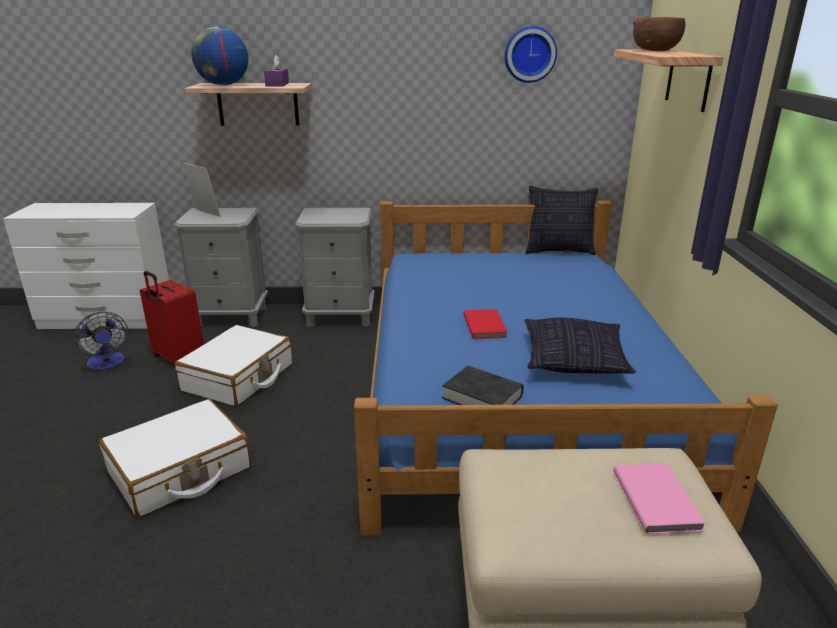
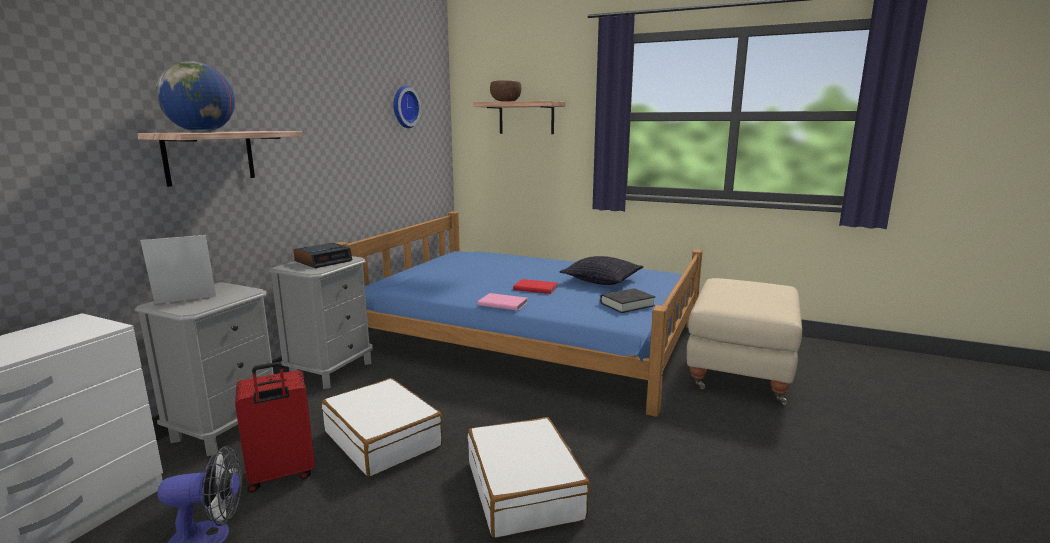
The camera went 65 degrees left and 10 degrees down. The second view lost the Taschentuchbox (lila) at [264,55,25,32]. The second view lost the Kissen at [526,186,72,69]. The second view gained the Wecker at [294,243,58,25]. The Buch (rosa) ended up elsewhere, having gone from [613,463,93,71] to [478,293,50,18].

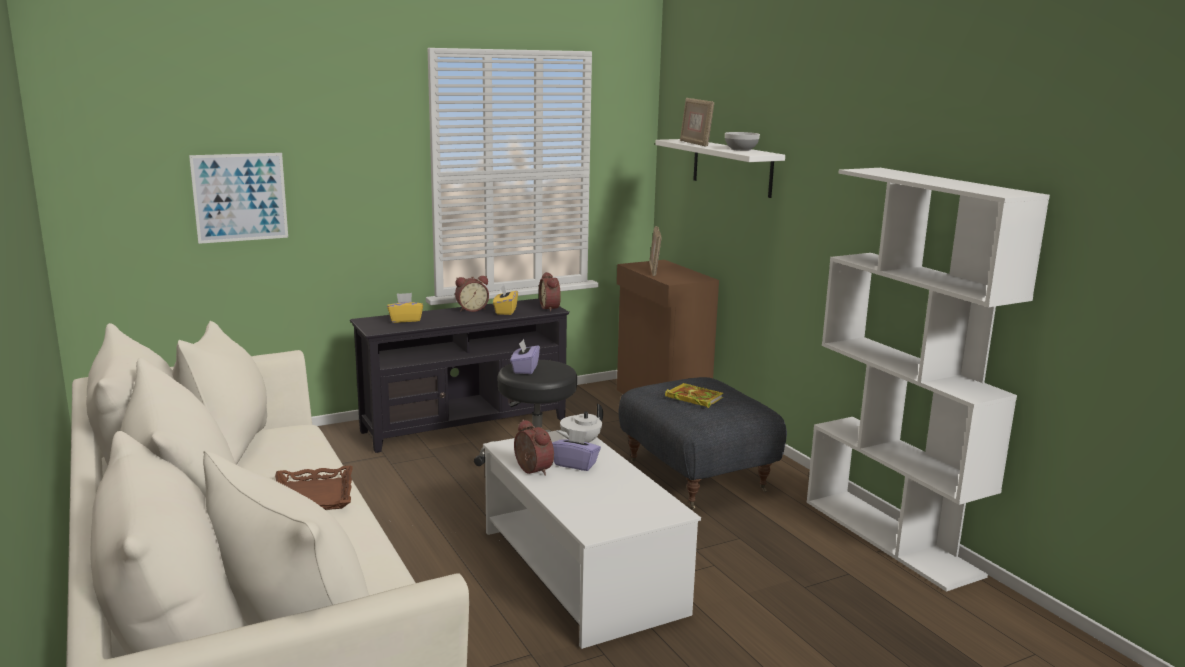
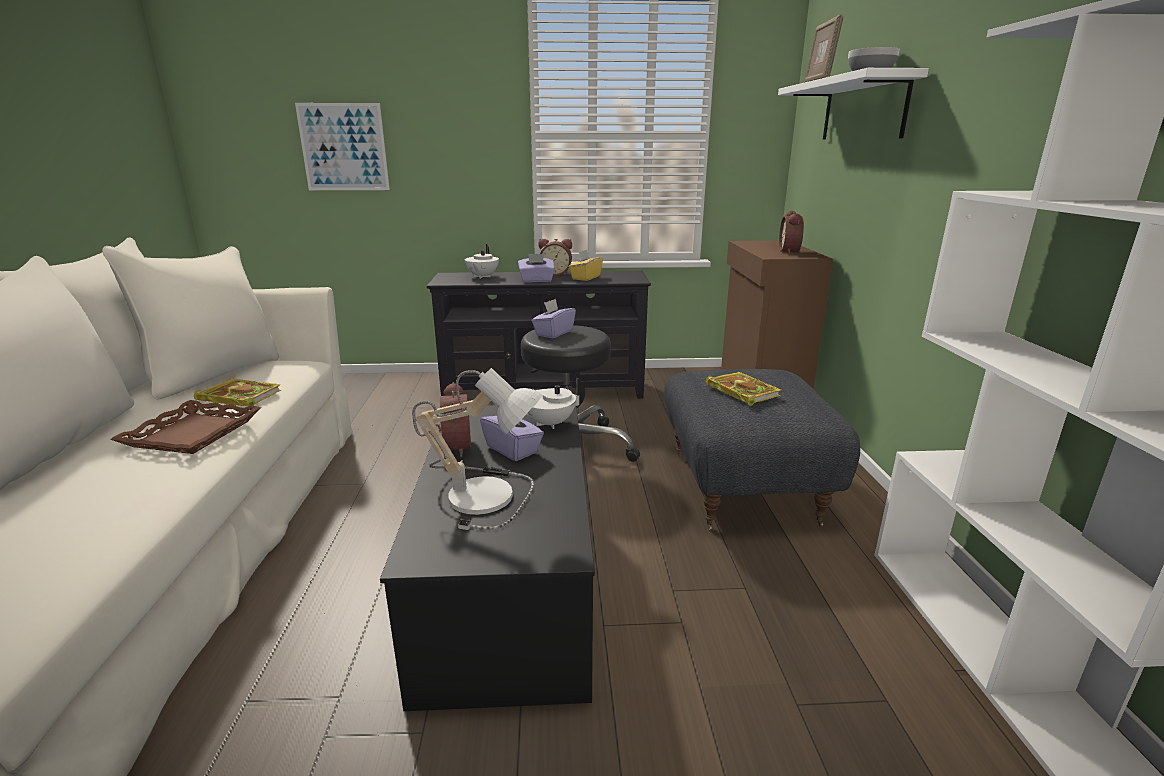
The camera went 25 degrees right and 5 degrees up. The second view lost the Bilderrahmen at [649,226,13,50]. The second view gained the Buch at [194,378,88,29]. The second view gained the Tischlampe at [412,368,131,162]. The second view gained the Taschentuchbox (lila) at [518,254,37,29]. The Wecker ended up elsewhere, having gone from [539,272,22,40] to [779,211,25,43]. Where the Taschentuchbox (gelb) stood at [387,293,36,30], the Teekanne (weiß) came to stand at [464,244,35,35]. What was the Couchtisch (weiß) at [483,430,218,219] turned into the Couchtisch (schwarz) at [380,405,215,306].

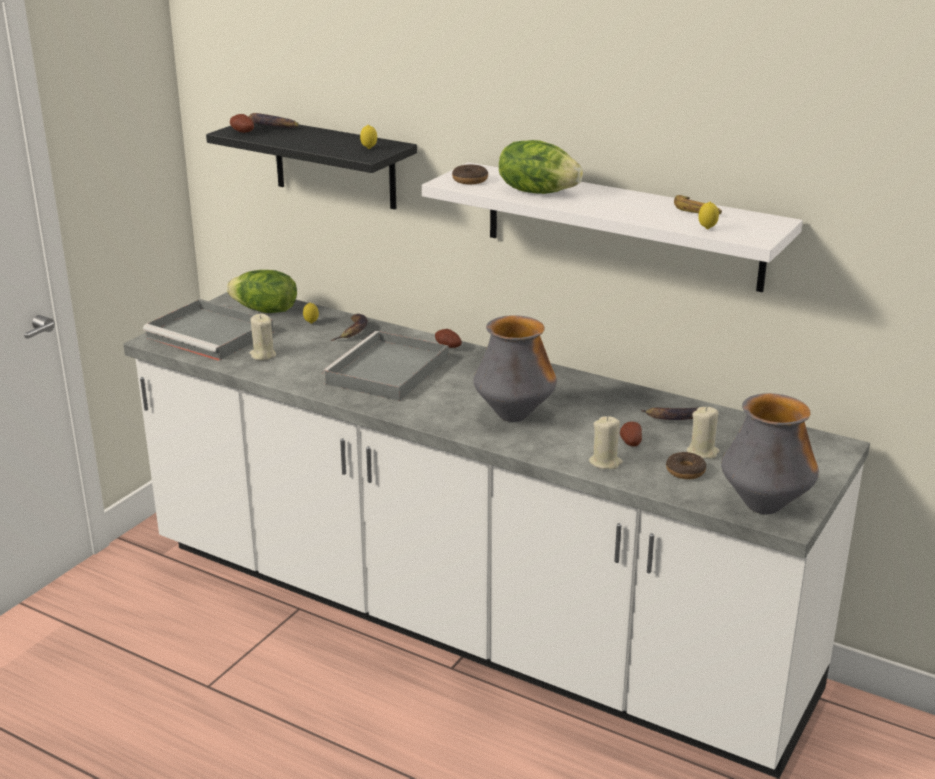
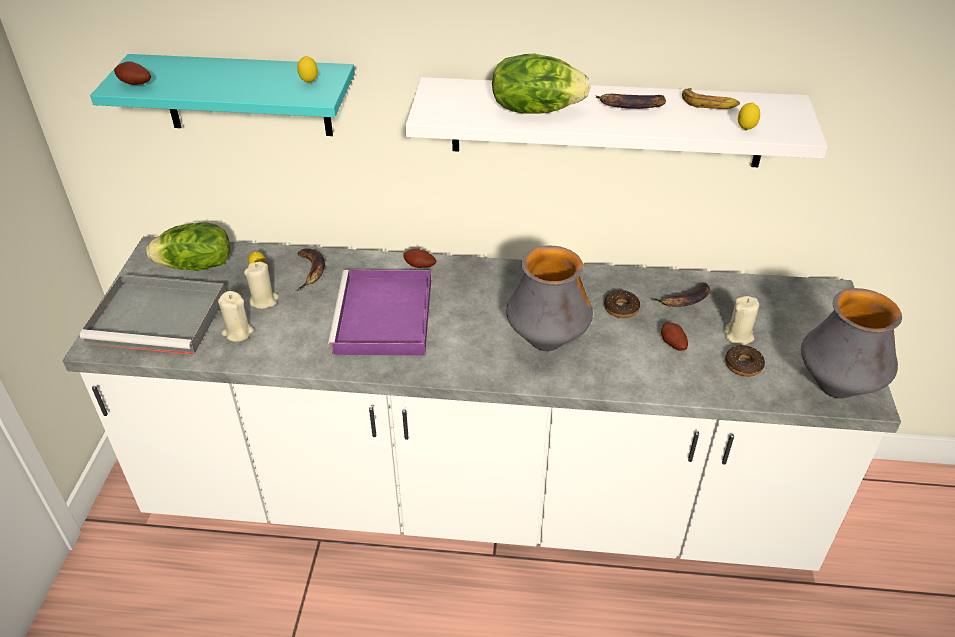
The camera went 25 degrees left and 15 degrees up. The Banane ended up elsewhere, having gone from [249,113,50,15] to [596,94,70,15]. The Donut ended up elsewhere, having gone from [452,164,36,20] to [604,290,36,28]. The Kerze (beige) ended up elsewhere, having gone from [589,416,34,53] to [244,262,35,47]. What was the Wandregal (schwarz) at [206,122,211,87] turned into the Wandregal (türkis) at [90,54,265,82]. What was the Tablett (grau) at [322,331,127,70] turned into the Tablett (lila) at [328,270,103,86].

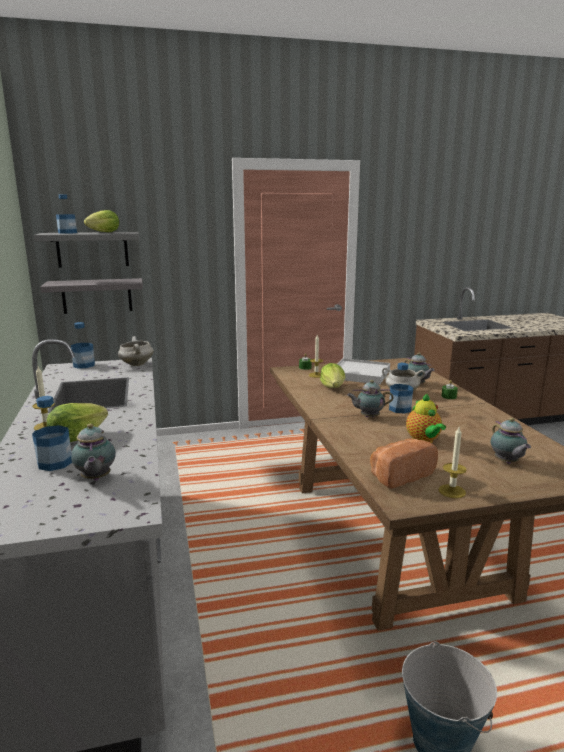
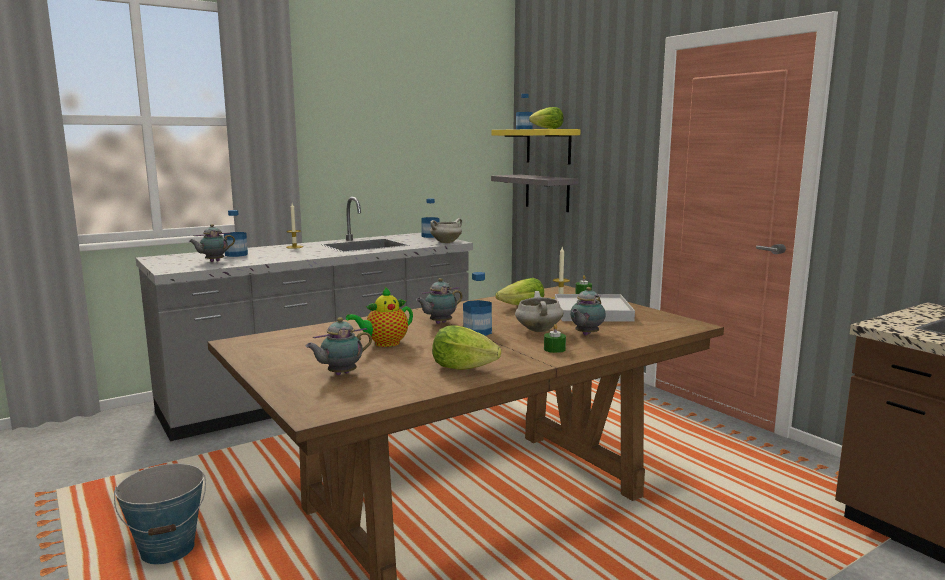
The camera went 70 degrees right and 5 degrees down. The second view lost the Brot at [370,439,68,50]. The second view lost the Kerze at [439,427,28,71]. The Salatkopf ended up elsewhere, having gone from [47,403,61,39] to [432,325,69,45]. What was the Wandregal (grau) at [34,232,105,36] turned into the Wandregal (gelb) at [492,129,88,36]. The Teekanne at [347,380,46,37] ended up facing another way, 105 degrees counterclockwise from before.

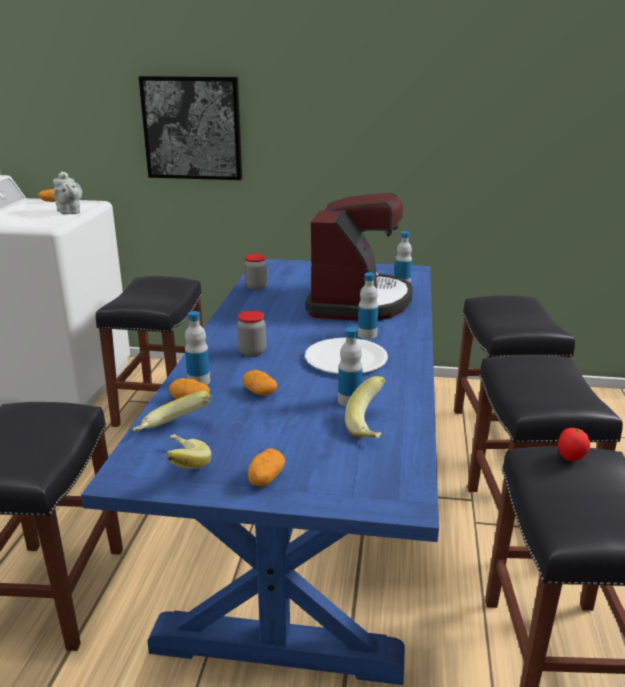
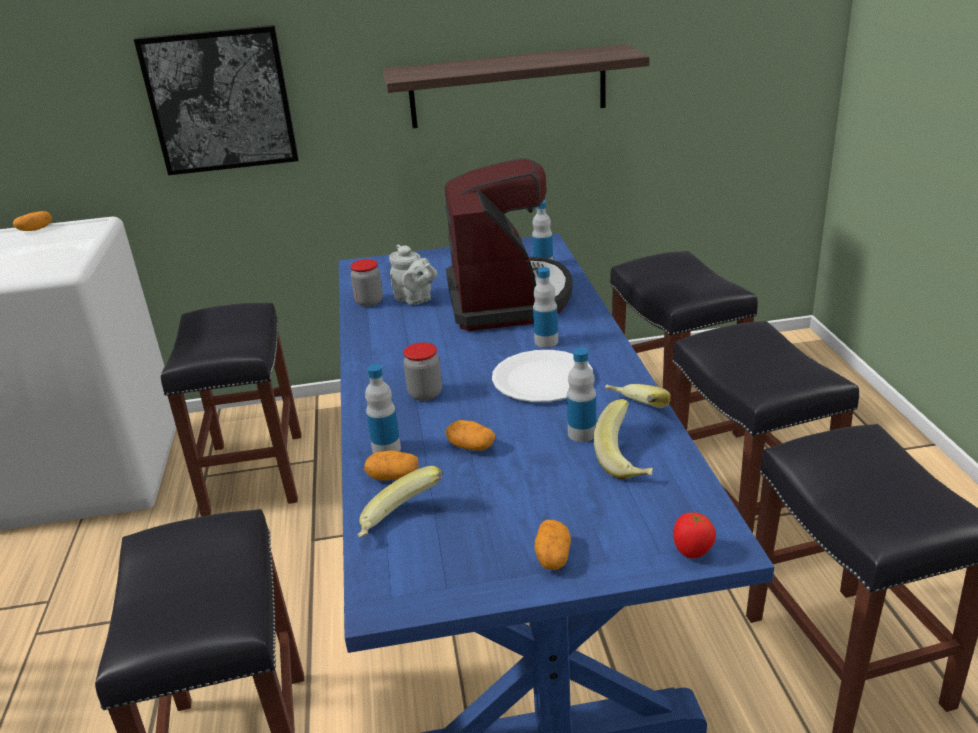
The camera went 15 degrees left and 5 degrees up. The second view gained the Wandregal at [383,44,267,84]. The Teekanne (grau) ended up elsewhere, having gone from [53,171,29,43] to [389,245,48,60]. The Banane ended up elsewhere, having gone from [165,434,47,35] to [605,384,66,24]. The Tomate ended up elsewhere, having gone from [558,428,32,33] to [673,513,43,45].

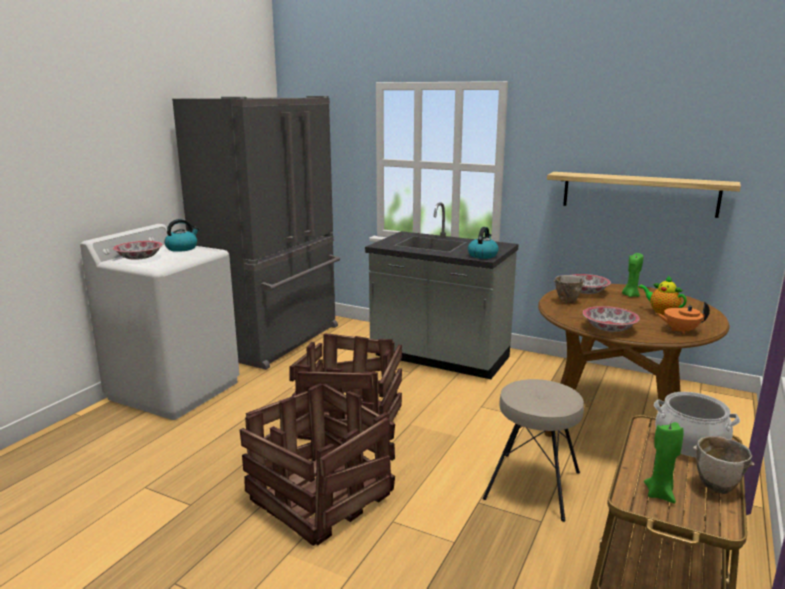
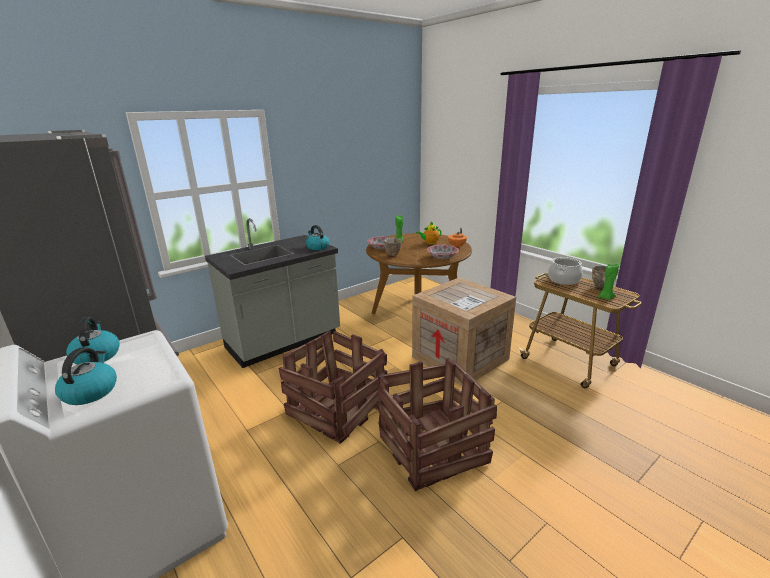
The camera went 65 degrees left and 5 degrees up. The second view lost the Wandregal at [547,172,194,46]. Where the Schüssel stood at [113,241,50,19], the Wasserkessel came to stand at [55,347,62,58]. Where the Hocker (beige) stood at [483,379,101,143], the Kiste came to stand at [412,277,104,109].

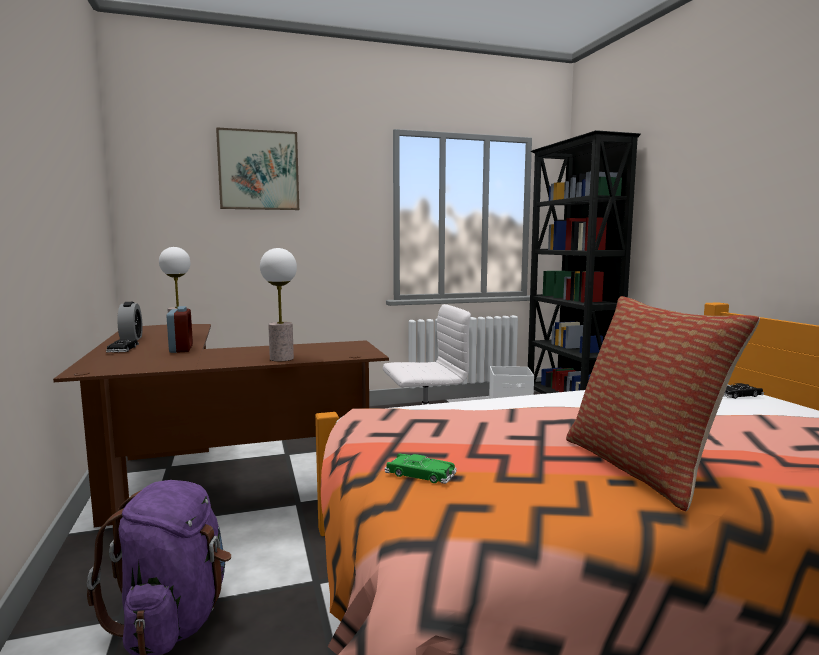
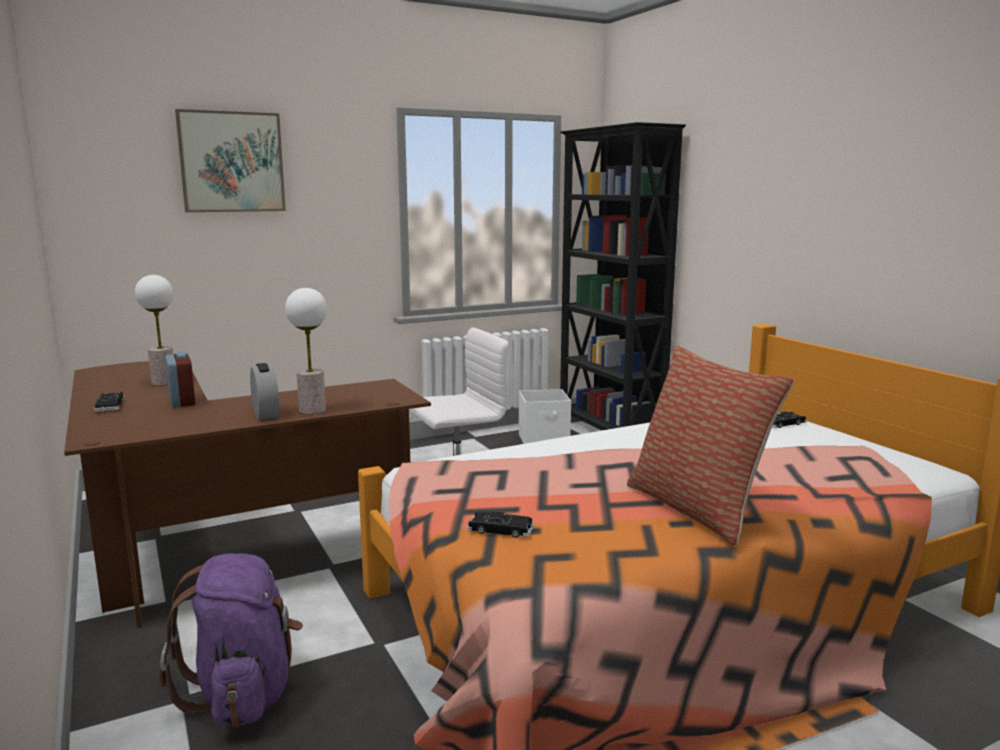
The camera went 10 degrees left and 5 degrees up. The Wecker ended up elsewhere, having gone from [117,302,26,39] to [250,363,29,57]. What was the Spielzeugauto (grün) at [384,453,73,31] turned into the Spielzeugauto (schwarz) at [467,511,67,27].

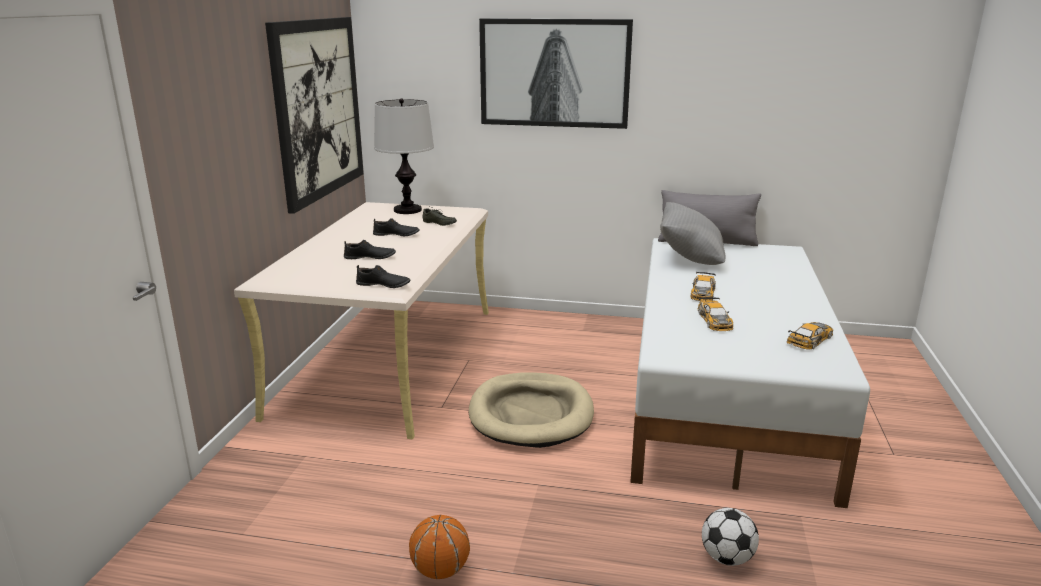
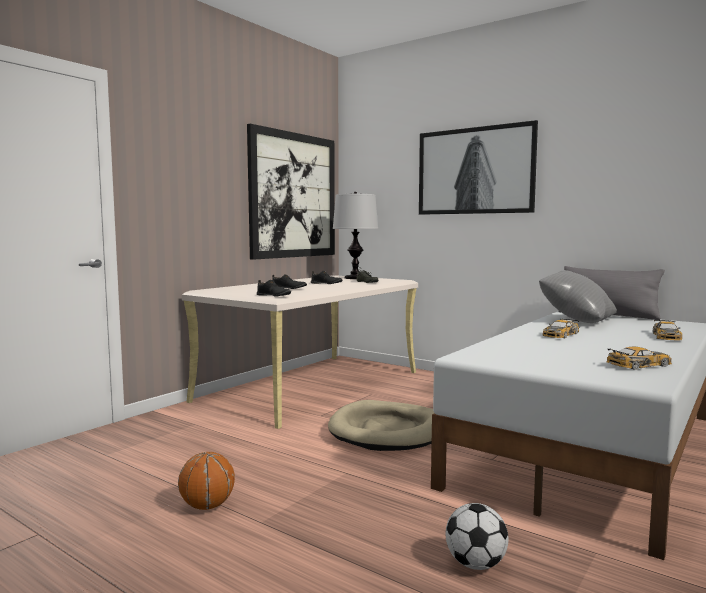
The camera went 25 degrees right and 15 degrees down. The Spielzeugauto ended up elsewhere, having gone from [698,297,35,34] to [653,320,29,20].

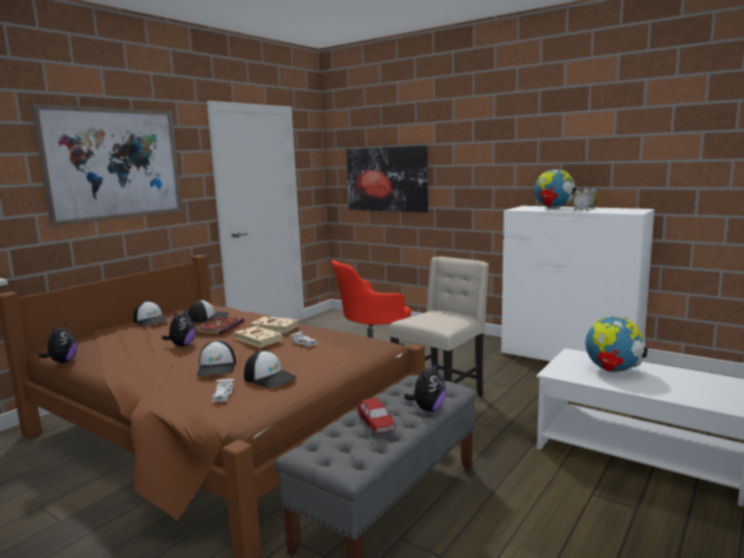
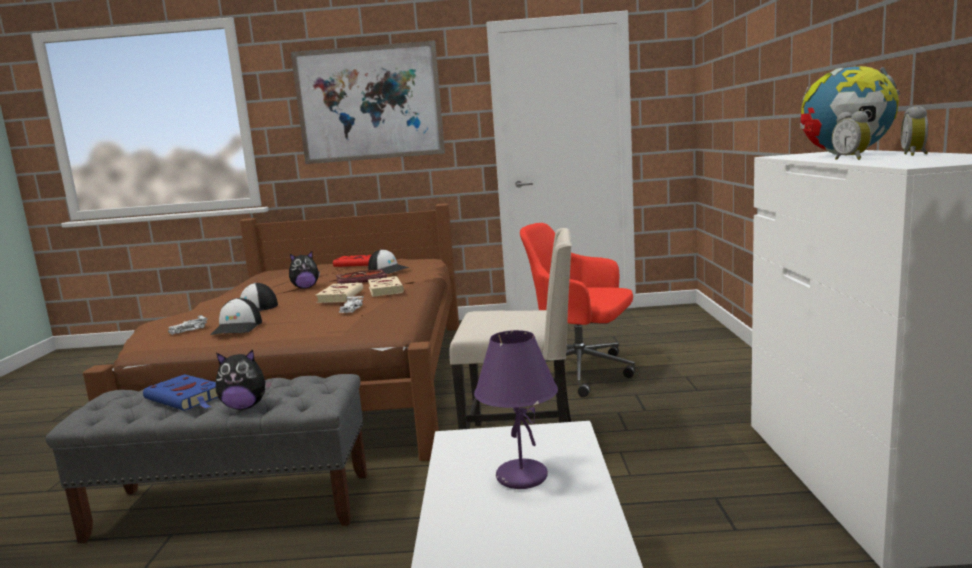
The camera went 55 degrees right and 0 degrees up. The second view lost the Plüschtier at [38,323,39,40]. The second view lost the Bild at [347,146,81,67]. Where the Kappe stood at [133,301,36,25], the Buch (rot) came to stand at [333,255,38,12]. Where the Spielzeugauto stood at [357,398,40,36], the Buch (blau) came to stand at [143,374,75,37]. Where the Globus stood at [585,317,63,56], the Tischlampe (lila) came to stand at [474,330,84,159].

